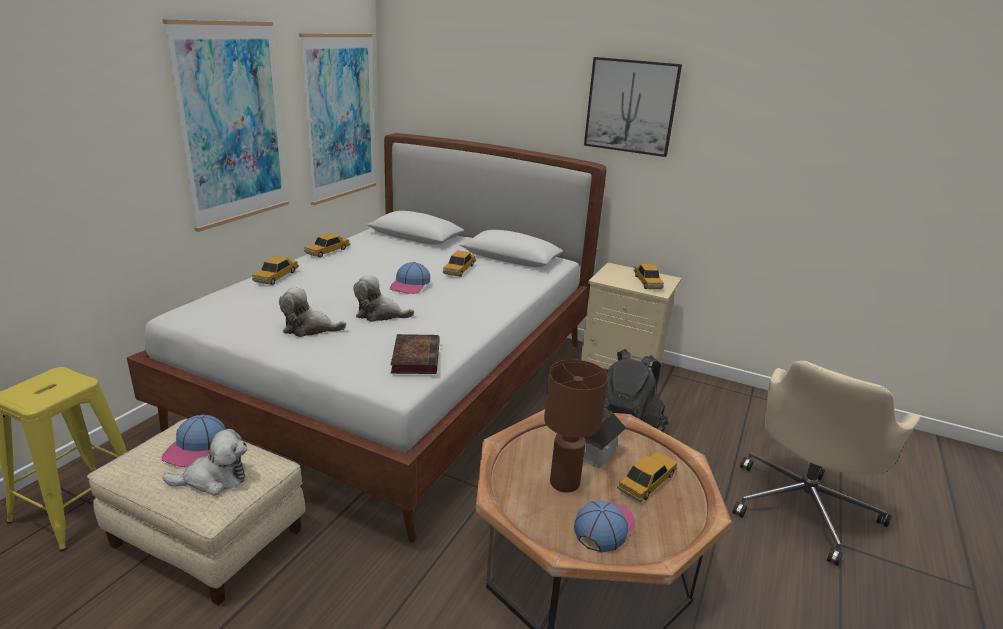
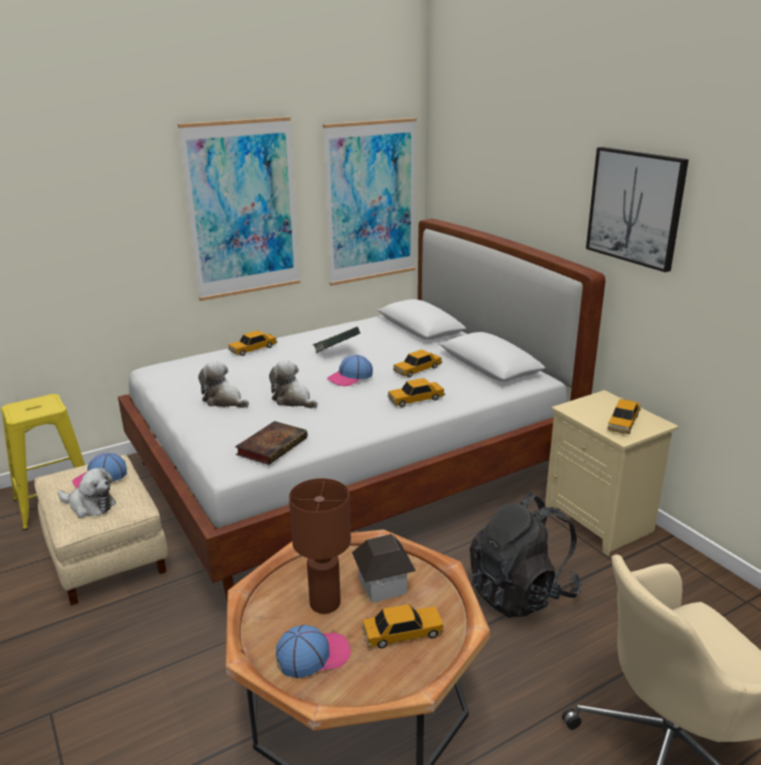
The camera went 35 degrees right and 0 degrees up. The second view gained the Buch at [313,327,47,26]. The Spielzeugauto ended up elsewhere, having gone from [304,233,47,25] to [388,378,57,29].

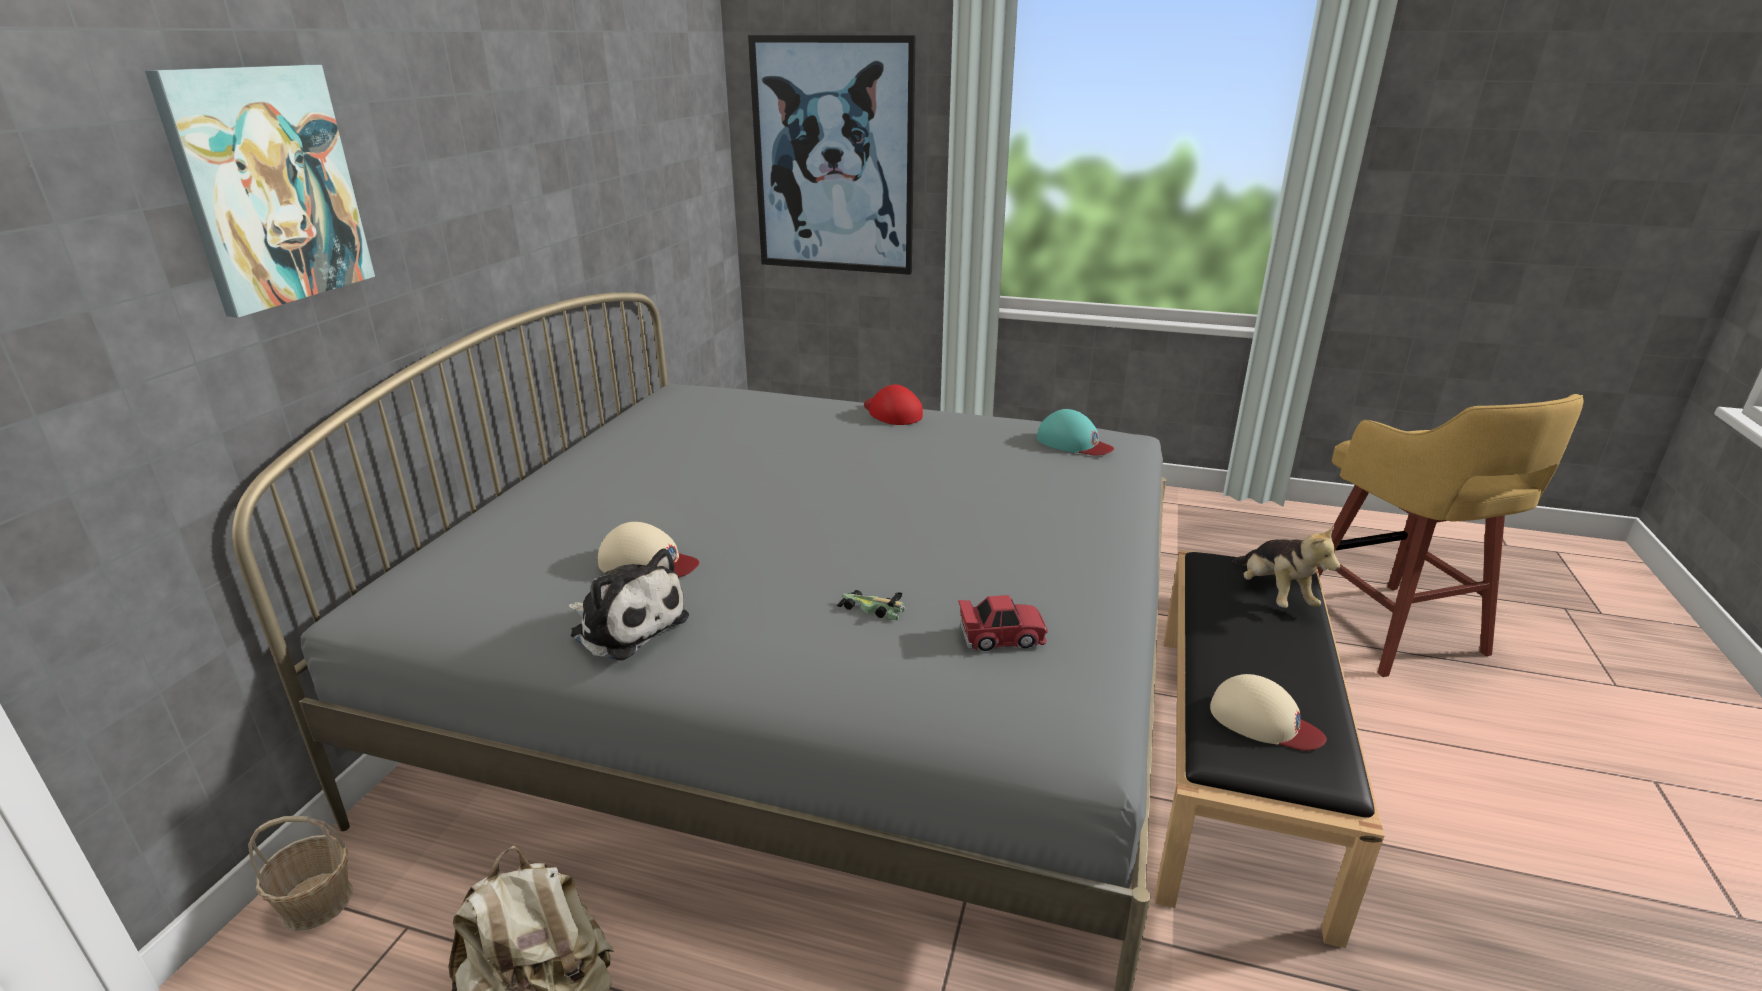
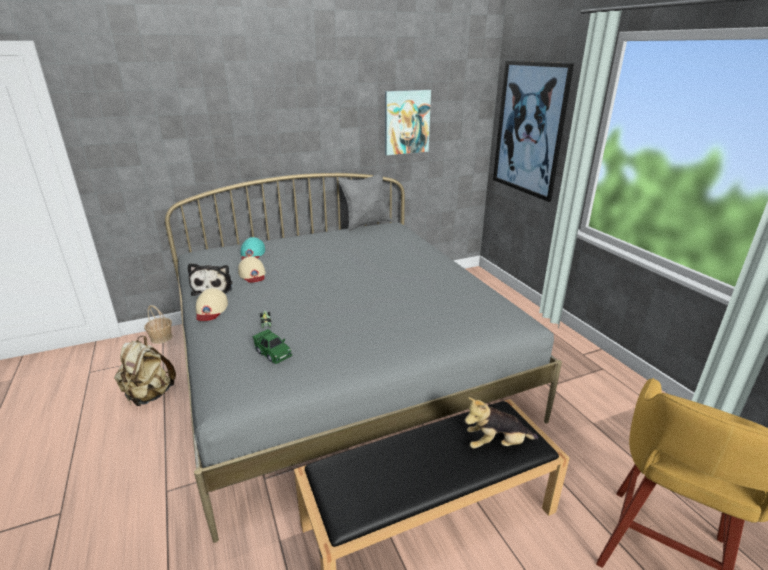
The camera went 50 degrees right and 0 degrees up. The second view lost the Kappe (rot) at [864,384,59,41]. The second view gained the Kissen (grau) at [338,171,54,60]. The Bild ended up elsewhere, having gone from [145,65,230,253] to [385,90,46,65]. The Kappe (türkis) ended up elsewhere, having gone from [1037,409,77,47] to [241,237,24,23]. The Kappe (beige) ended up elsewhere, having gone from [1210,674,117,77] to [196,288,32,33]. What was the Spielzeugauto (rot) at [958,595,90,56] turned into the Spielzeugauto (grün) at [252,329,40,35]. The Plüschtier at [1232,526,108,82] ended up facing another way, 45 degrees clockwise from before.

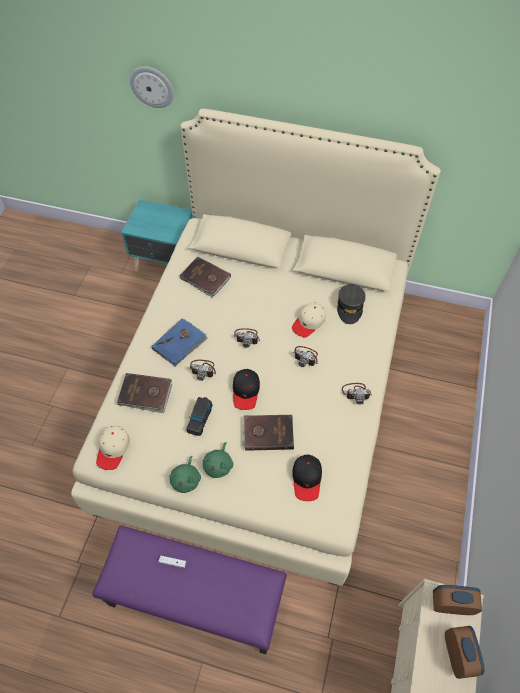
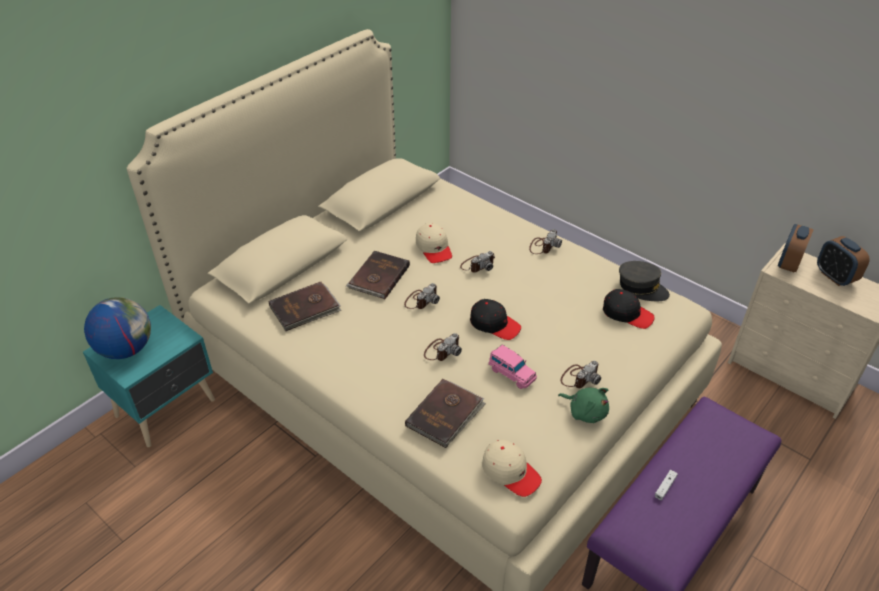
The camera went 65 degrees left and 15 degrees down. The second view lost the Wanduhr at [130,67,44,41]. The second view lost the Buch (blau) at [151,318,57,49]. The second view gained the Globus at [84,297,67,62]. The Buch (braun) ended up elsewhere, having gone from [243,415,51,36] to [346,251,64,48]. The Kappe (grau) ended up elsewhere, having gone from [337,284,29,40] to [619,261,51,40]. Where the Plüschtier (grün) stood at [203,442,30,36], the Kamera came to stand at [561,361,40,27]. What was the Spielzeugauto (schwarz) at [186,397,27,39] turned into the Spielzeugauto (rosa) at [488,345,49,44]. The Wecker at [445,626,40,53] ended up facing another way, 135 degrees counterclockwise from before.

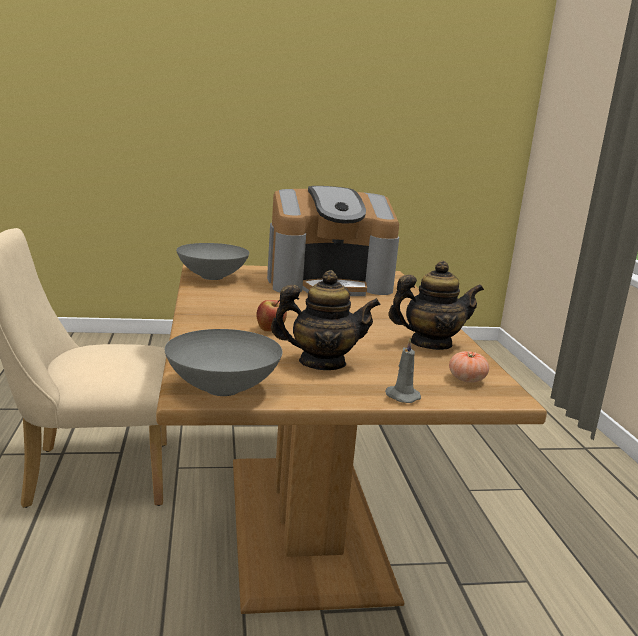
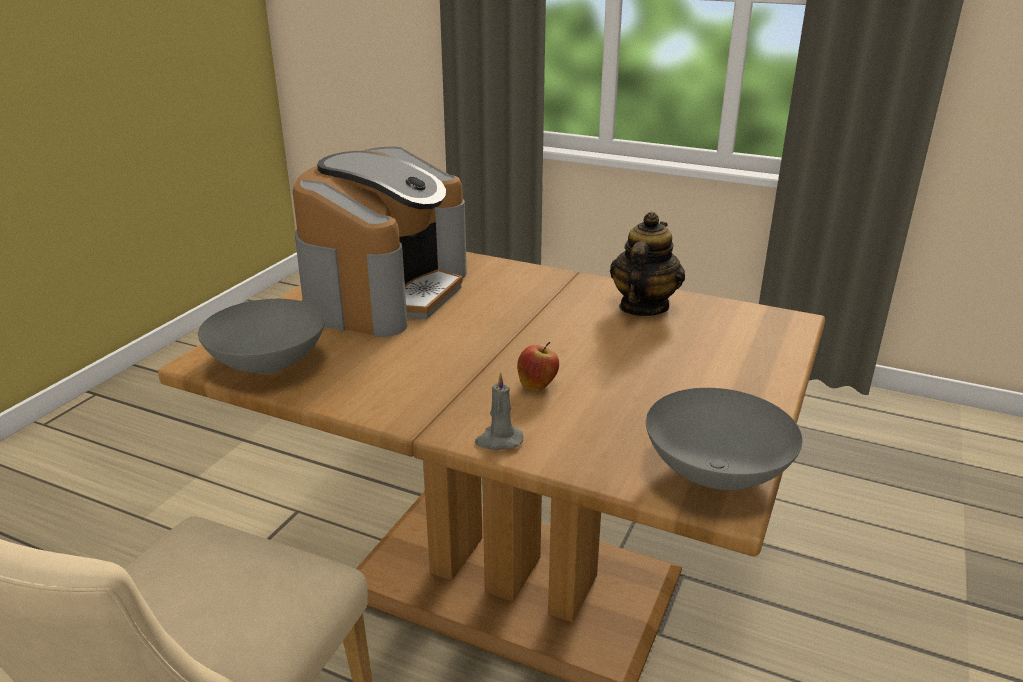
The camera went 55 degrees left and 10 degrees up. The second view lost the Teekanne at [271,270,110,100]. The second view lost the Tomate at [449,351,40,32]. The Kerze (grau) ended up elsewhere, having gone from [385,338,36,65] to [475,372,48,78].

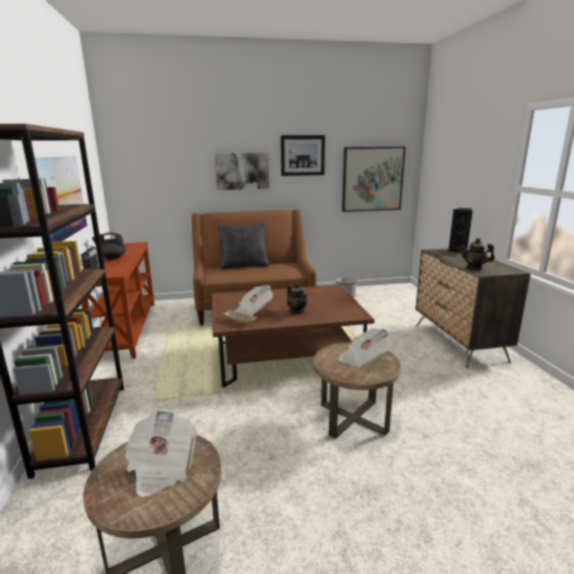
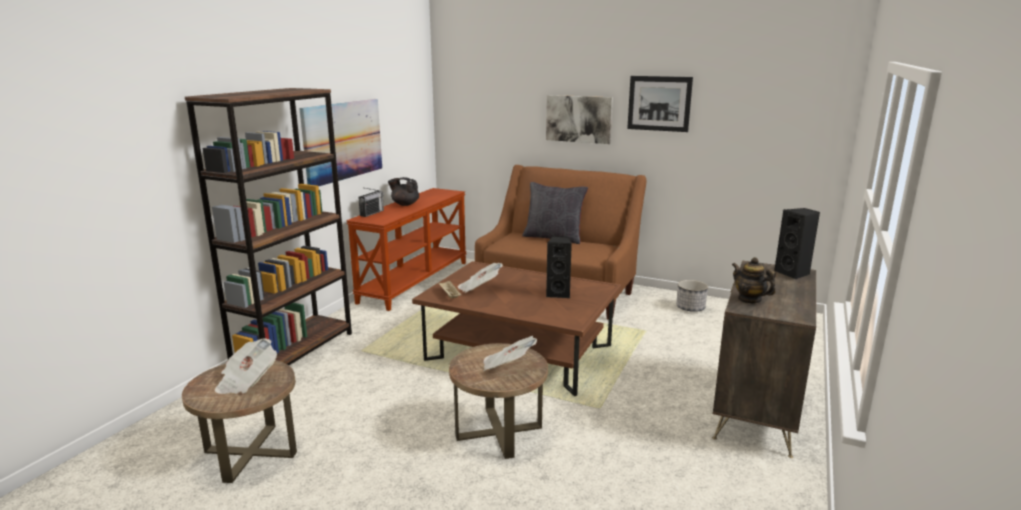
The camera went 35 degrees right and 0 degrees up. The second view lost the Teekanne at [287,283,21,31]. The second view lost the Bild at [342,147,64,65]. The second view gained the Lautsprecher (schwarz) at [546,236,26,62].

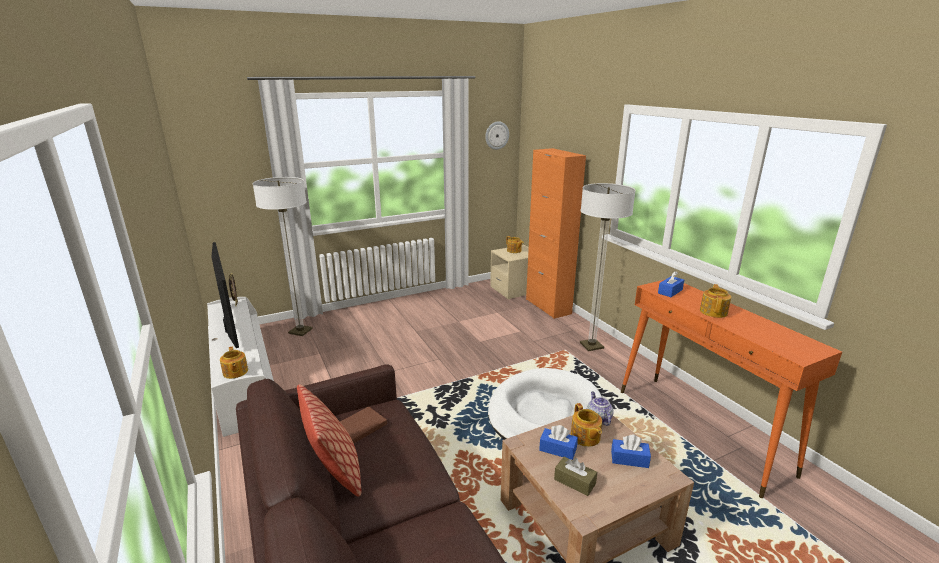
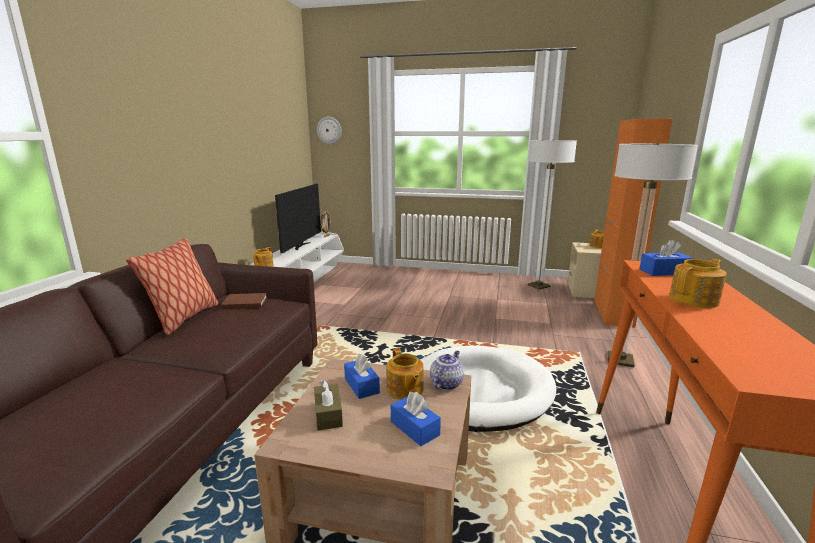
The camera went 40 degrees right and 5 degrees down. The Stehlampe ended up elsewhere, having gone from [253,177,60,159] to [528,139,49,151]. The Wanduhr ended up elsewhere, having gone from [485,121,24,29] to [317,117,25,27]. The Teekanne at [571,403,31,44] ended up facing another way, 45 degrees counterclockwise from before.

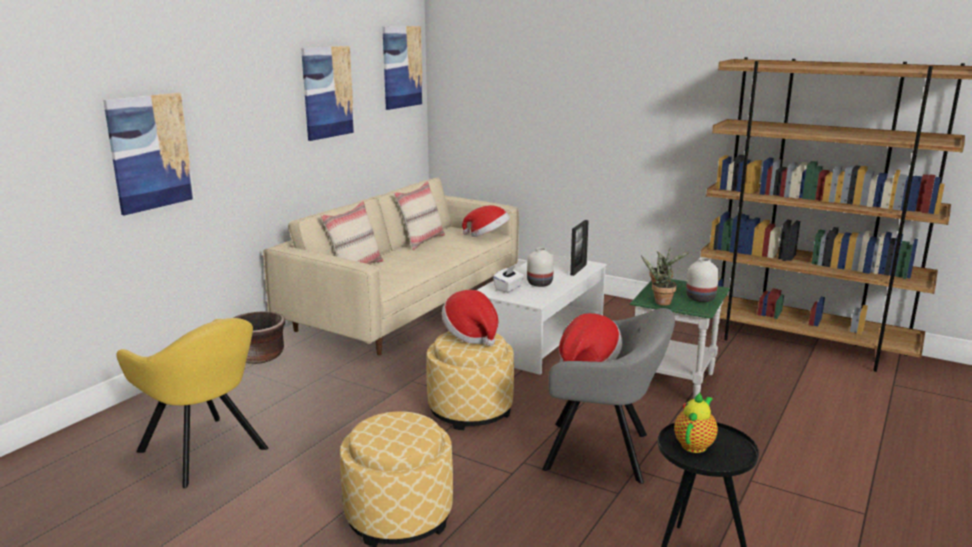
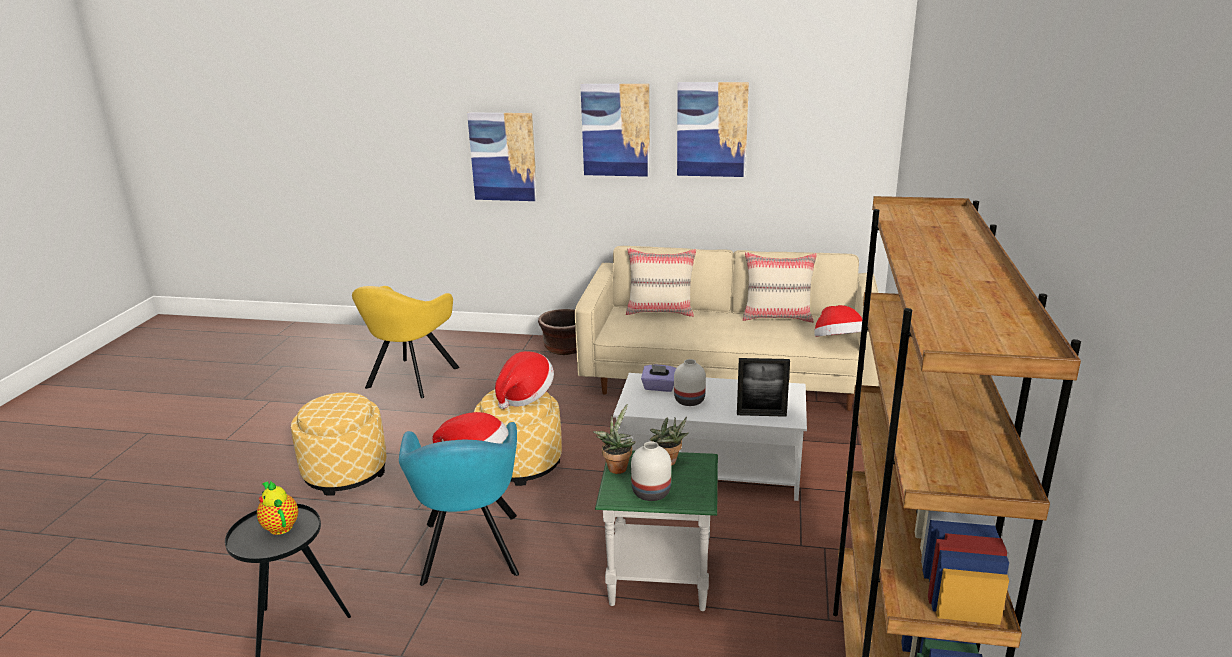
The camera went 70 degrees right and 5 degrees up. The Bild ended up elsewhere, having gone from [382,26,41,84] to [580,84,70,93]. What was the Taschentuchbox (weiß) at [493,266,31,27] turned into the Taschentuchbox (lila) at [641,364,35,28]. What was the Sessel (grau) at [542,308,133,176] turned into the Sessel (türkis) at [399,422,120,164]. The Teekanne at [674,393,44,60] ended up facing another way, 135 degrees counterclockwise from before.

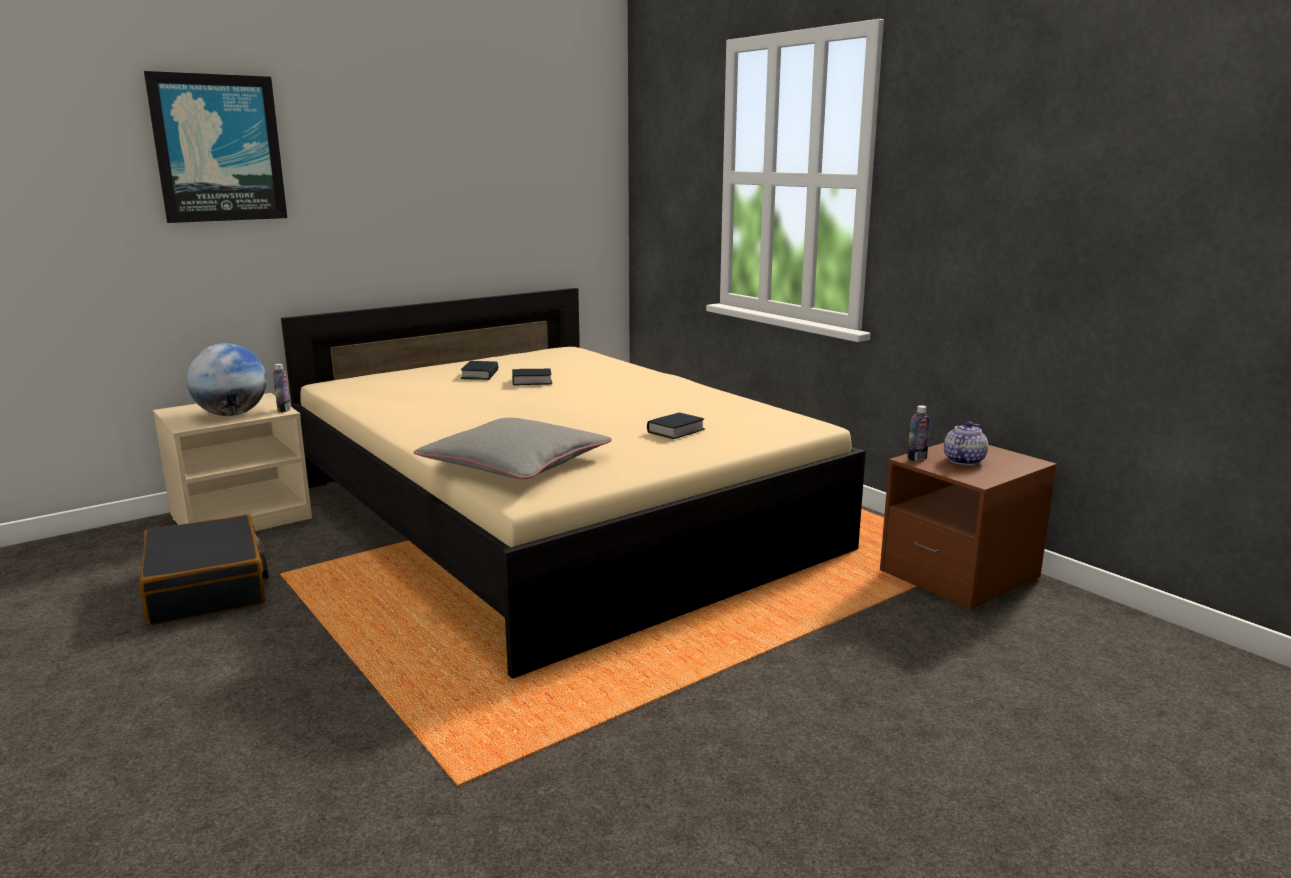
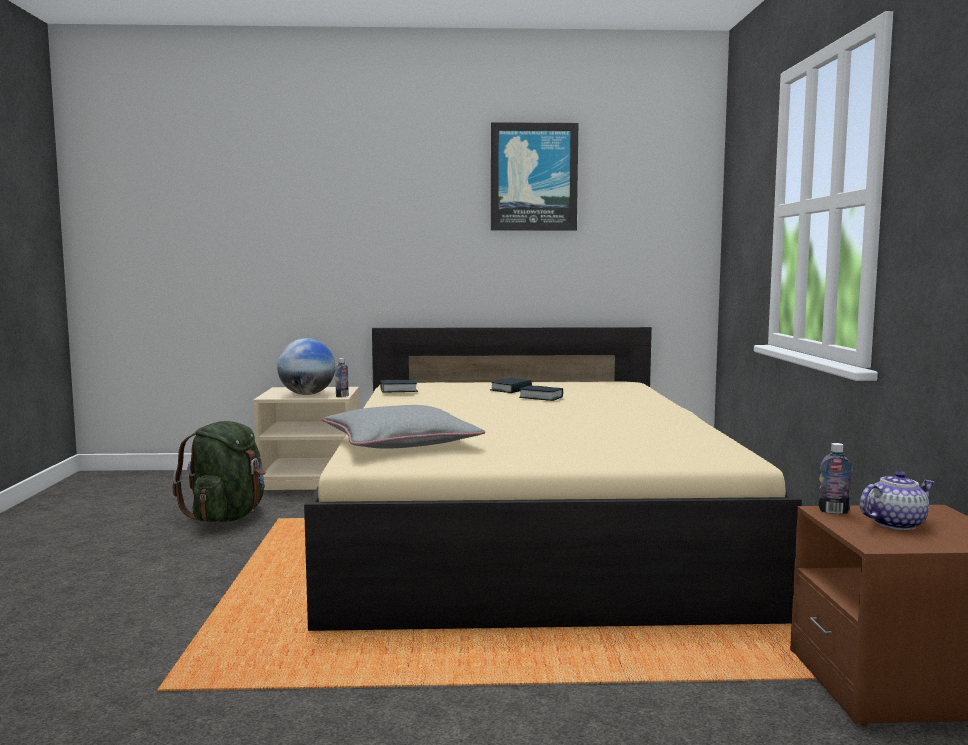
The camera went 35 degrees right and 10 degrees down. The Bild ended up elsewhere, having gone from [144,71,143,152] to [491,122,87,109]. The Buch ended up elsewhere, having gone from [647,412,58,27] to [381,380,37,12]. Where the Koffer (schwarz) stood at [139,514,130,111], the Rucksack (grün) came to stand at [173,421,93,101].

